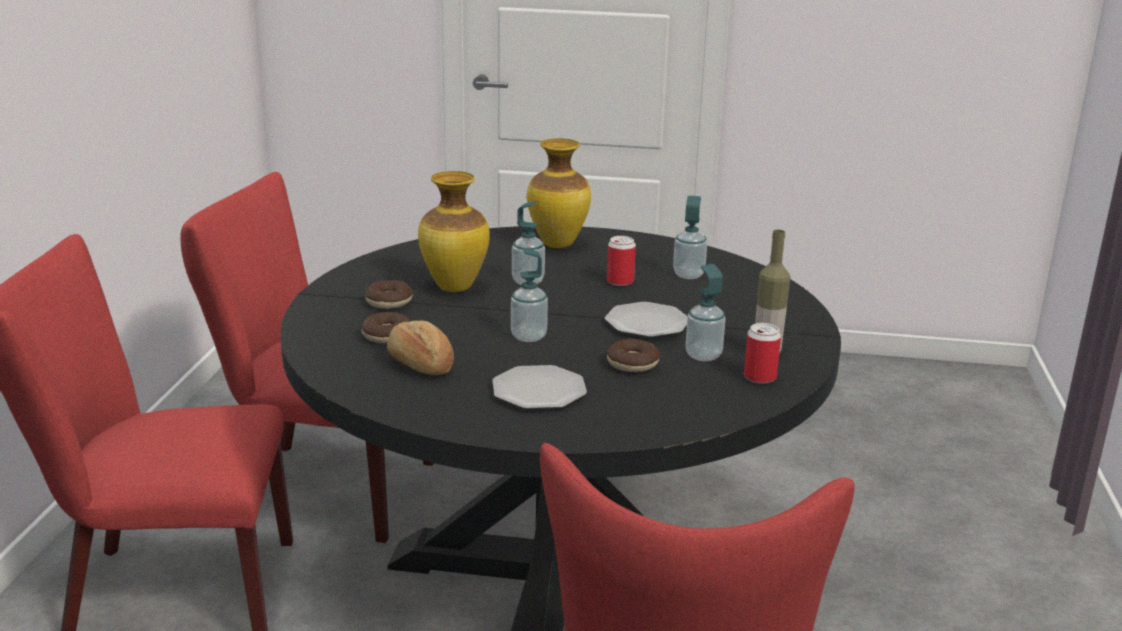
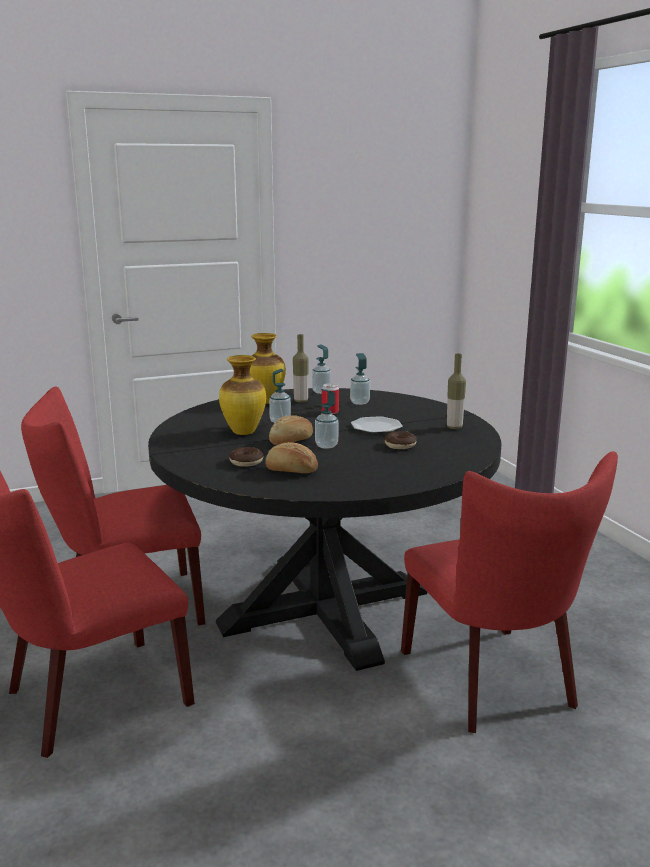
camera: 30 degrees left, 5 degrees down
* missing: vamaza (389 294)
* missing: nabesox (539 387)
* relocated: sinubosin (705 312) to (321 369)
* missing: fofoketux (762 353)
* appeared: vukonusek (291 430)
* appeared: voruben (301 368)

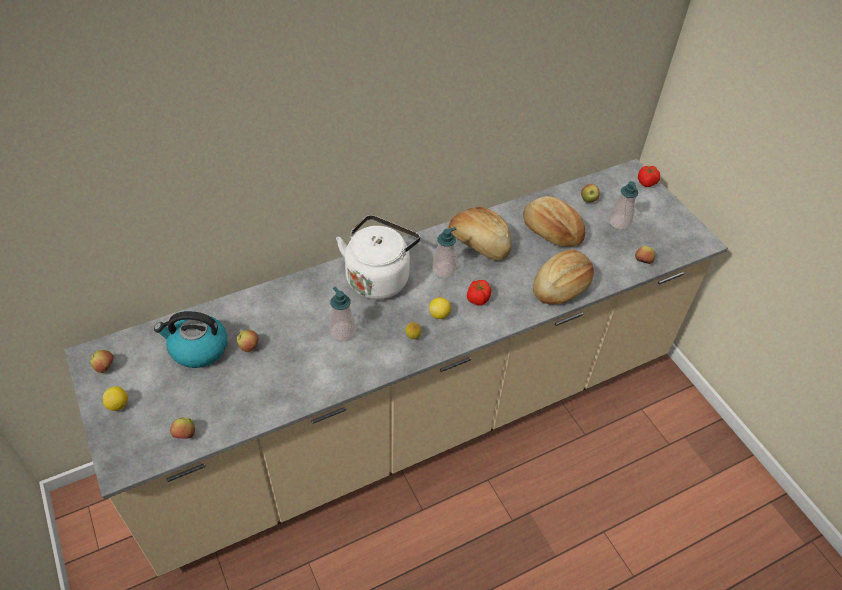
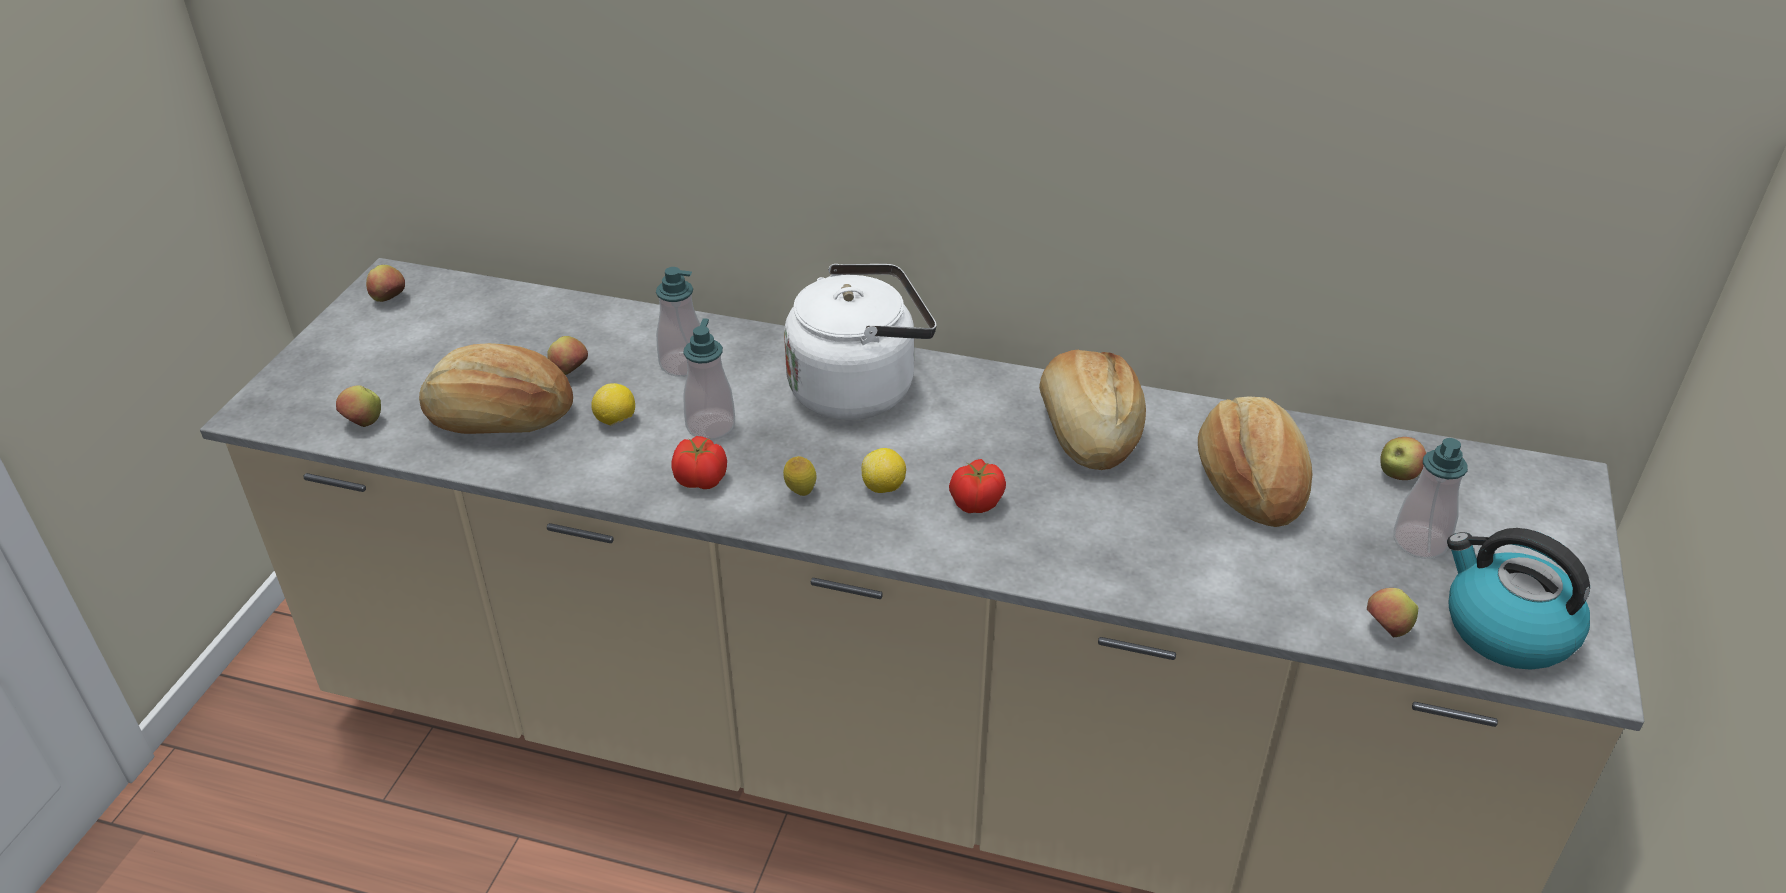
camera: 45 degrees right, 10 degrees down
* relocated: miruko (115 399) to (613 404)
* relocated: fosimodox (190 339) to (1518 599)
* relocated: sinubosin (444 252) to (678 322)
* relocated: vukonusek (563 277) to (496 388)
* relocated: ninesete (649 176) to (699 462)

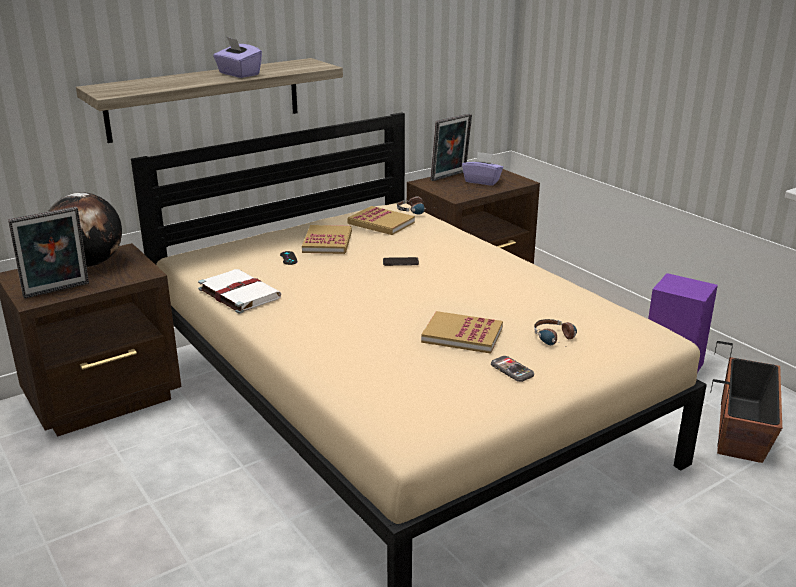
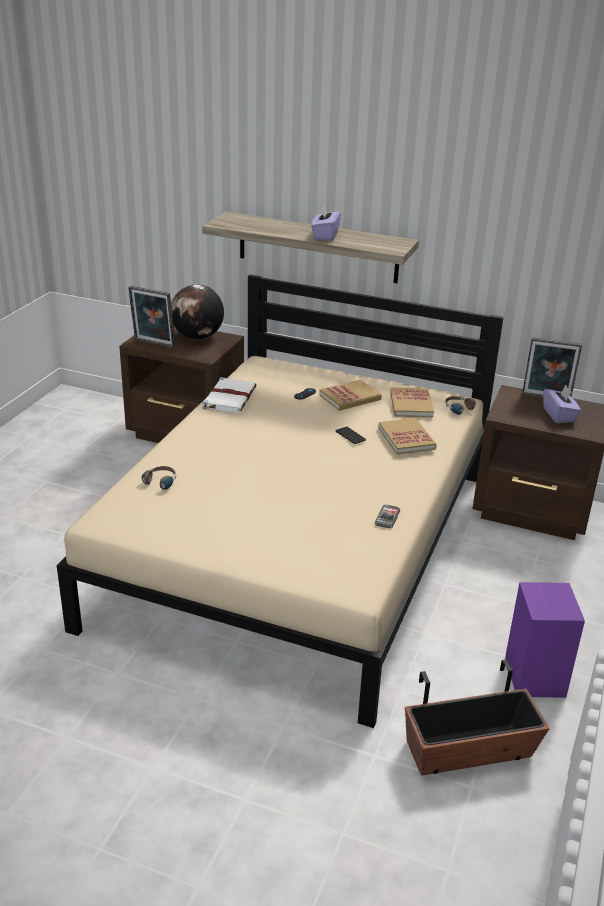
camera: 55 degrees right, 5 degrees up
* relocated: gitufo (462 332) to (407 436)
* relocated: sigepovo (512 369) to (387 516)
* relocated: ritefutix (555 332) to (159 478)

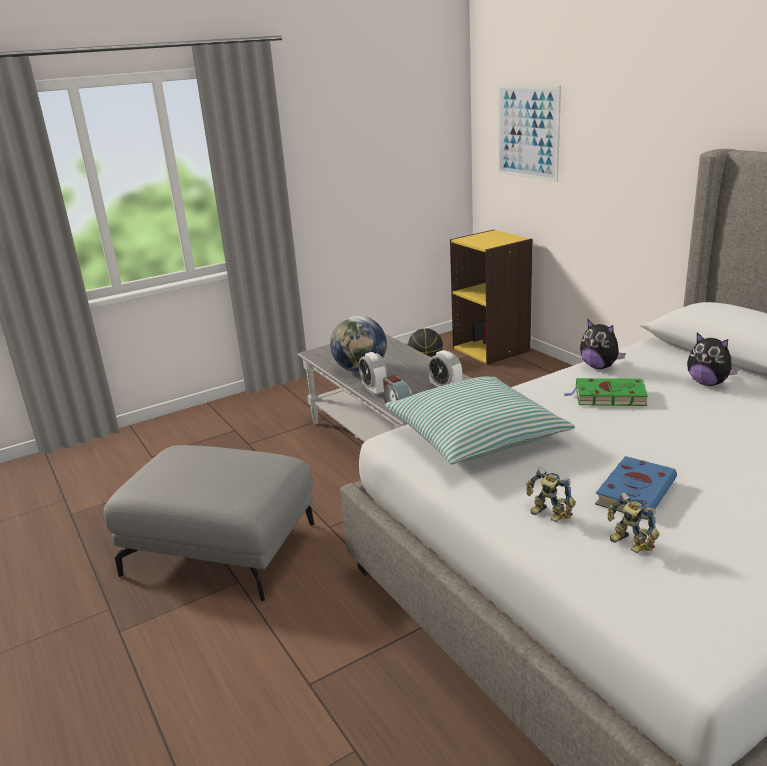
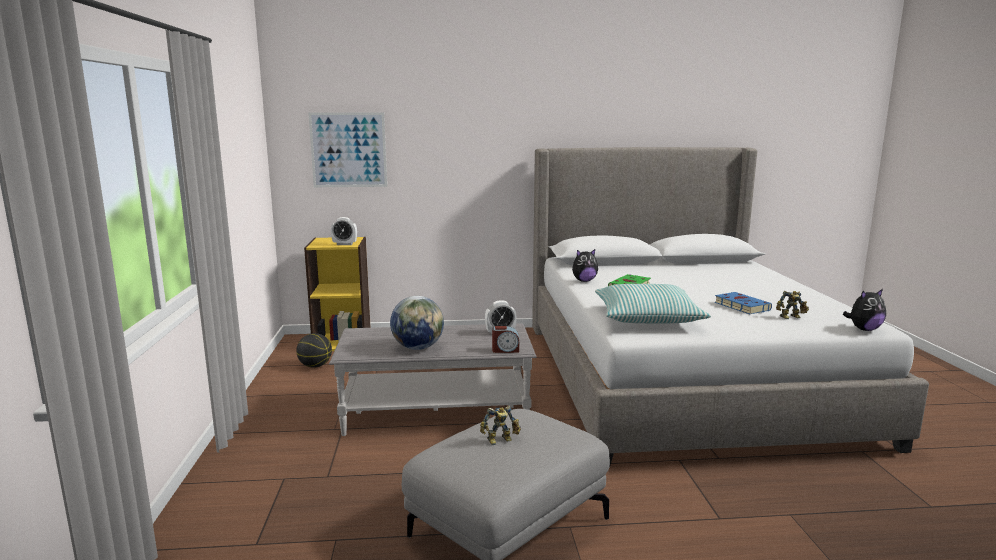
camera: 65 degrees left, 10 degrees down
* relocated: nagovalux (373 374) to (344 231)
* relocated: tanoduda (551 494) to (500 425)
* relocated: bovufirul (713 359) to (864 310)

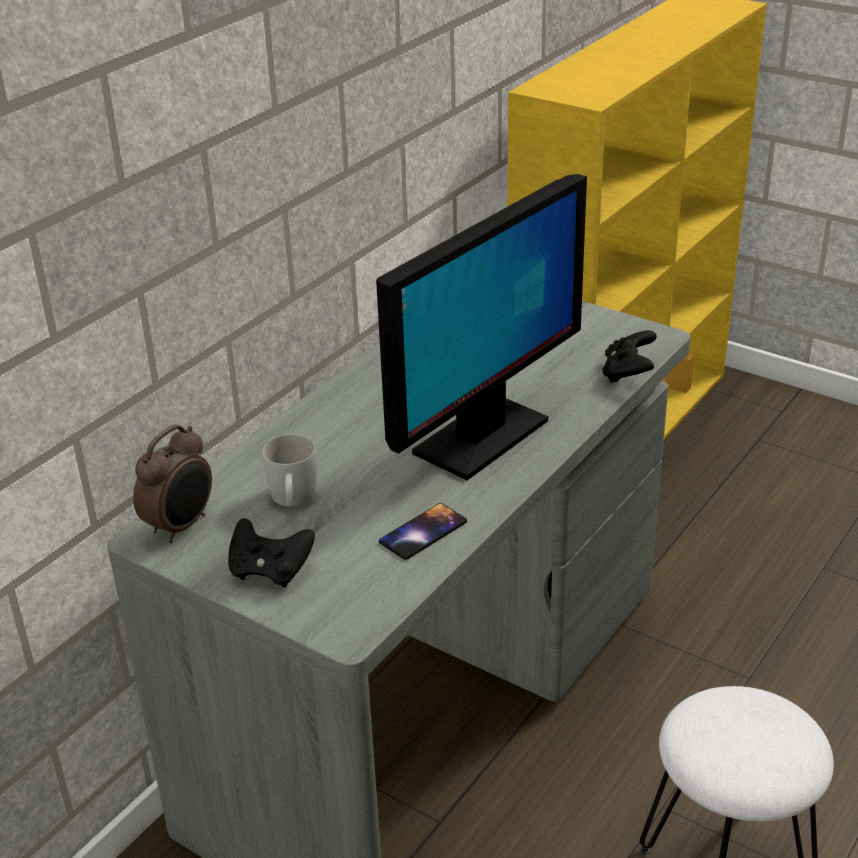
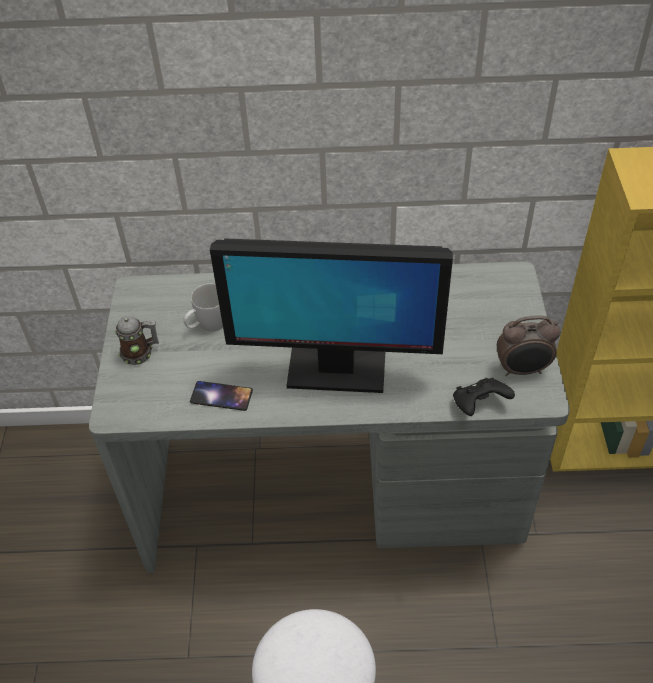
camera: 55 degrees right, 15 degrees up
* relocated: nagovalux (172 483) to (528 345)
* exchanged: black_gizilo (271 553) to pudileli (137 340)

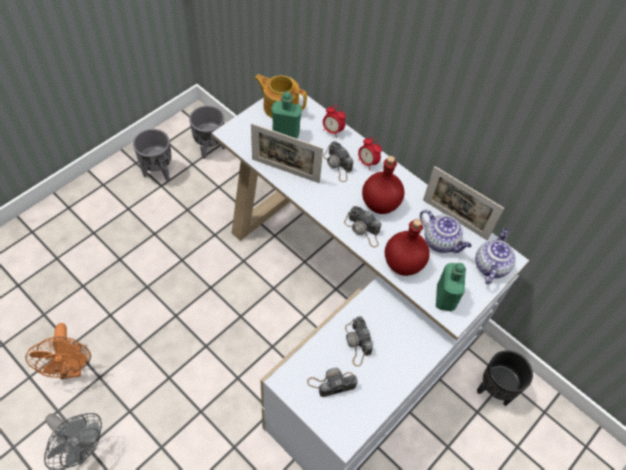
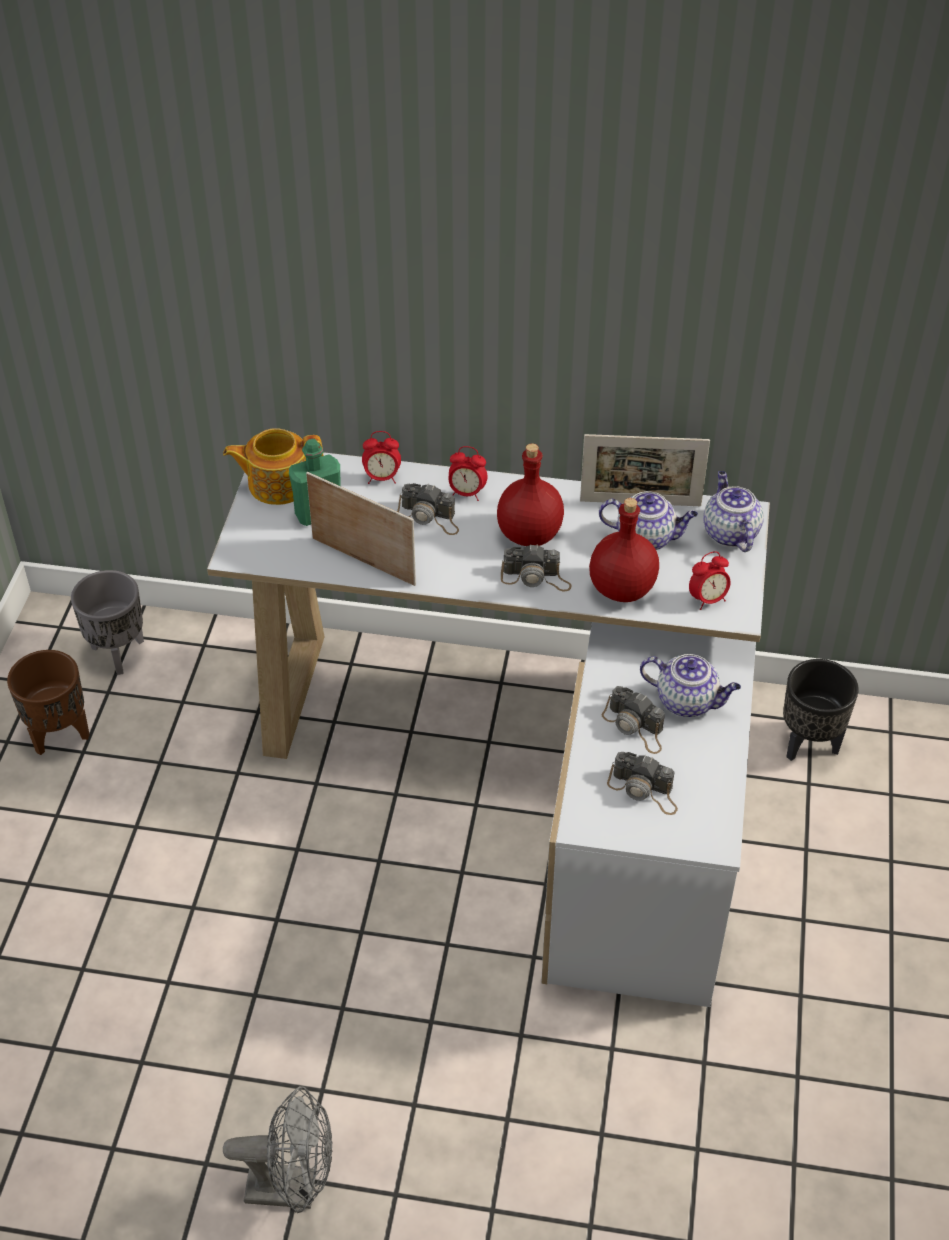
camera: 30 degrees left, 10 degrees down
* missing: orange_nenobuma (58 351)
* colour: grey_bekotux (152 155) to brown_bekotux (48 702)
* spun: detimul (287 153) = (361 529) 135 degrees counterclockwise
* spun: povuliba (332 382) = (642 783) 105 degrees counterclockwise
* exchanged: green_voruben (451 287) to nagovalux (710 580)
* appeared: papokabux (690 685)

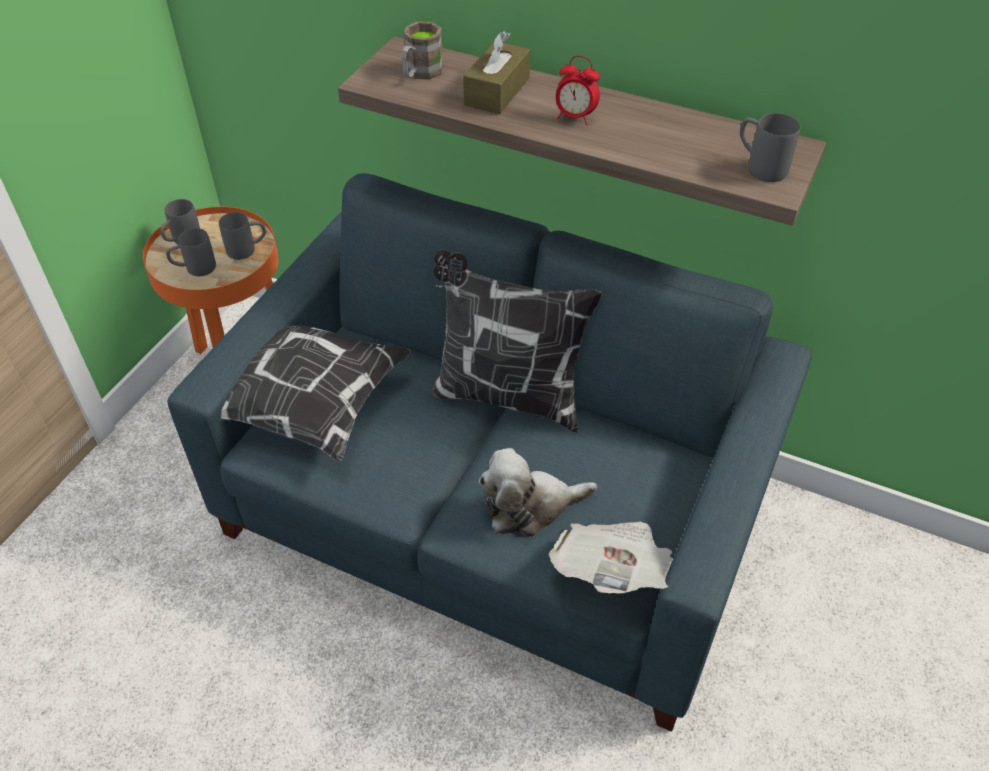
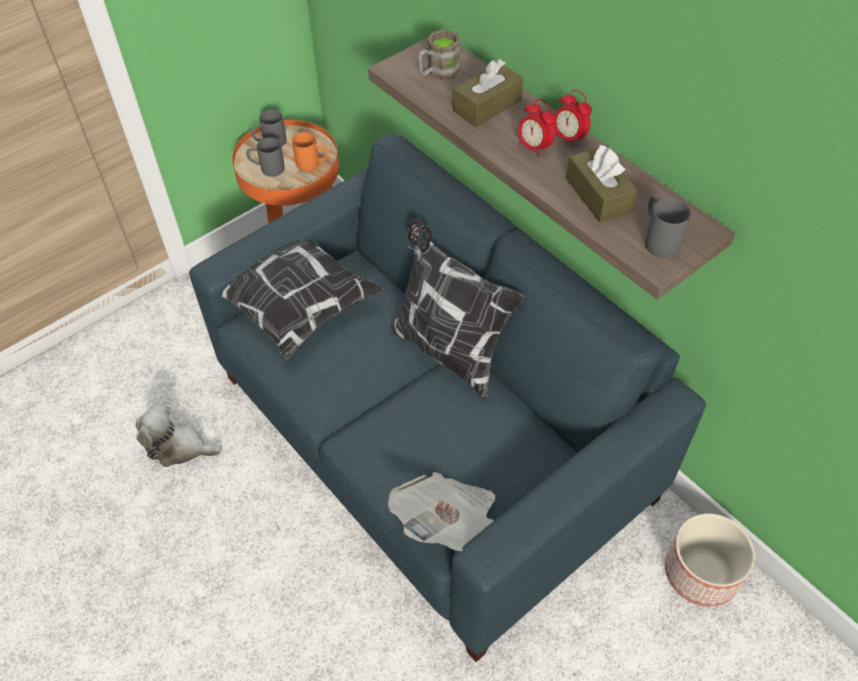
camera: 25 degrees right, 5 degrees up
* colour: grey_pudileli (242 236) to orange_pudileli (310 152)
* relocated: bovufirul (537 492) to (179 436)
* appeared: nagovalux (573 119)
* appeared: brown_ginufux (601 184)
* appeared: bekotux (710 560)

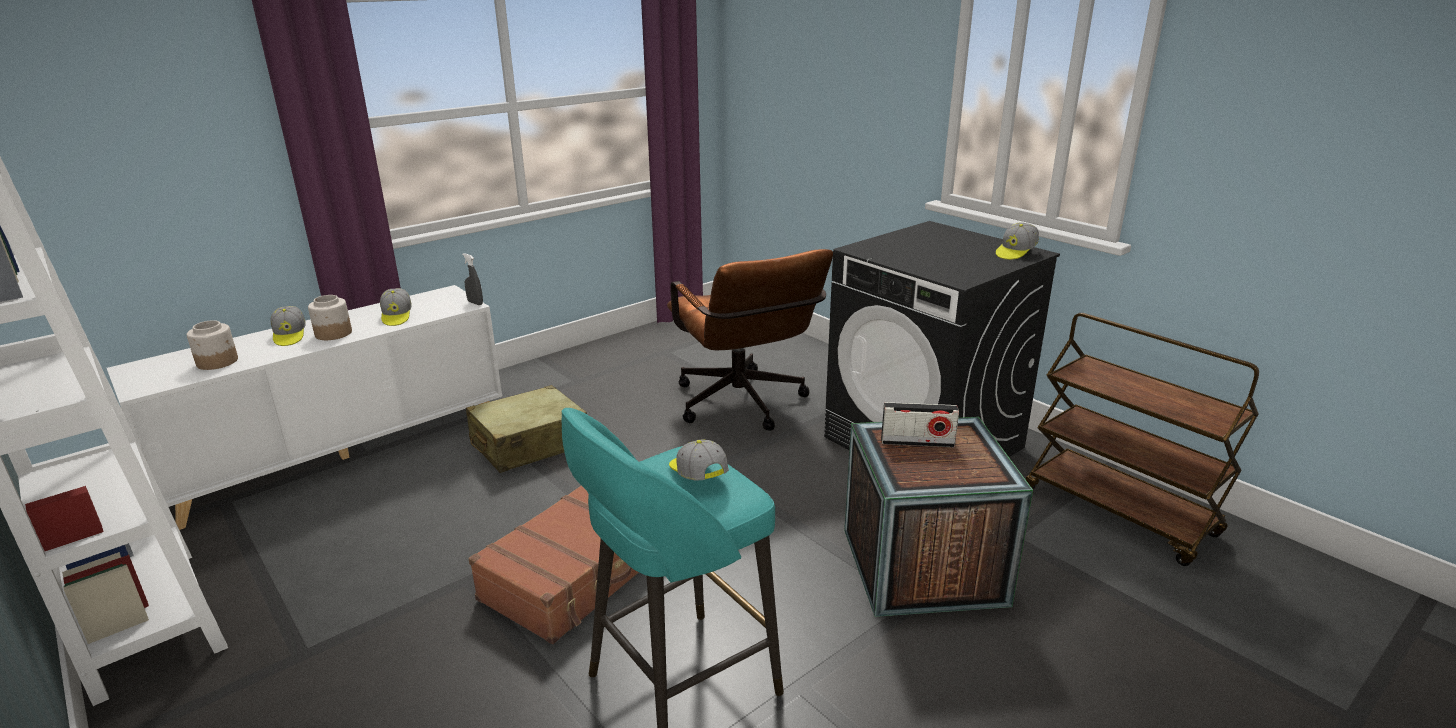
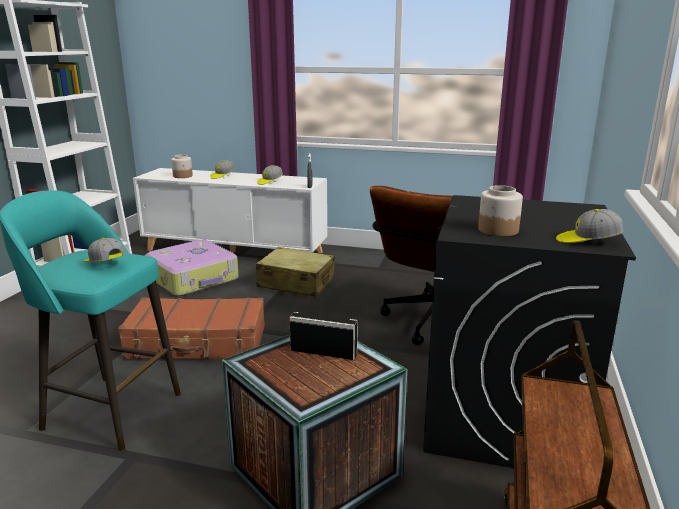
camera: 55 degrees right, 5 degrees down
* relocated: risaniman (330 317) to (500 211)
* spun: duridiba (699 460) = (105 249) 75 degrees counterclockwise
* spun: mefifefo (920 424) = (323 336) 135 degrees clockwise
* appeared: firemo (192 267)

